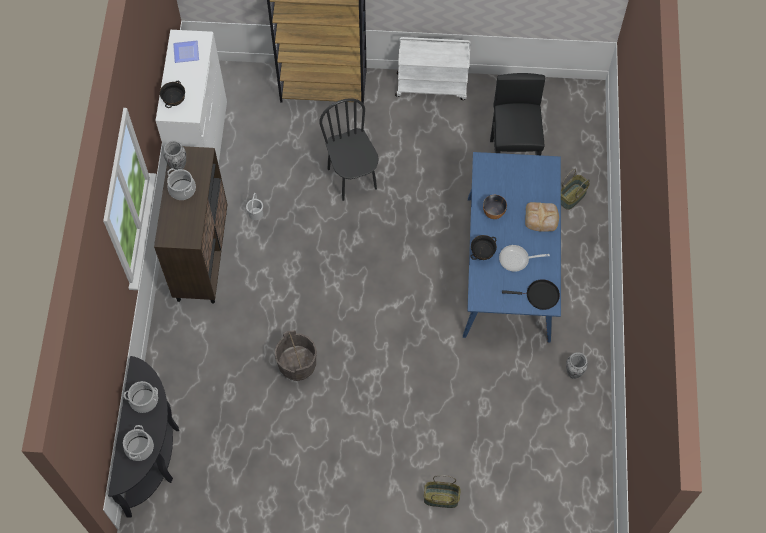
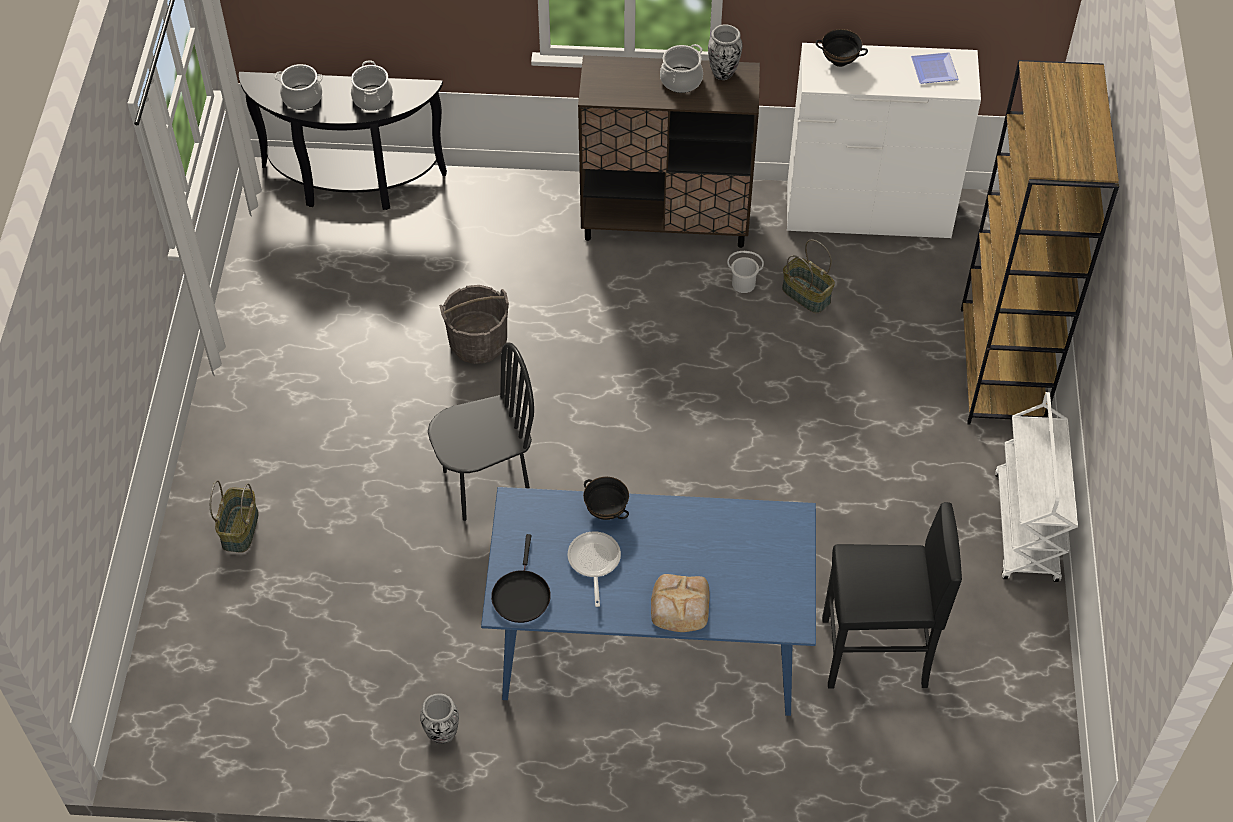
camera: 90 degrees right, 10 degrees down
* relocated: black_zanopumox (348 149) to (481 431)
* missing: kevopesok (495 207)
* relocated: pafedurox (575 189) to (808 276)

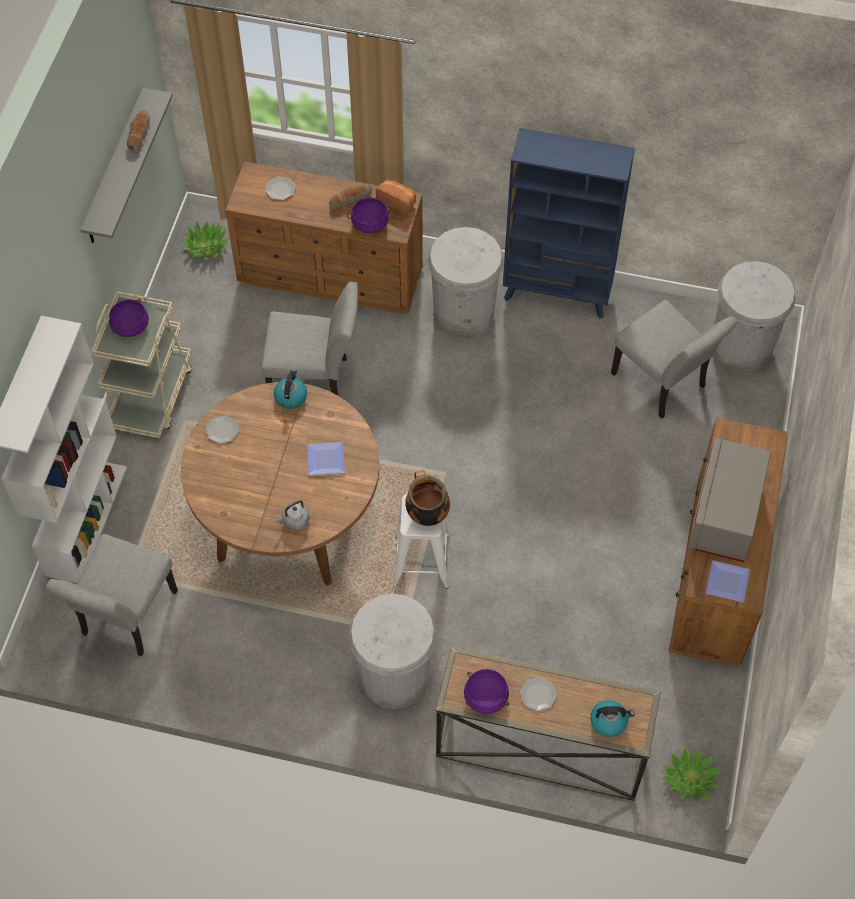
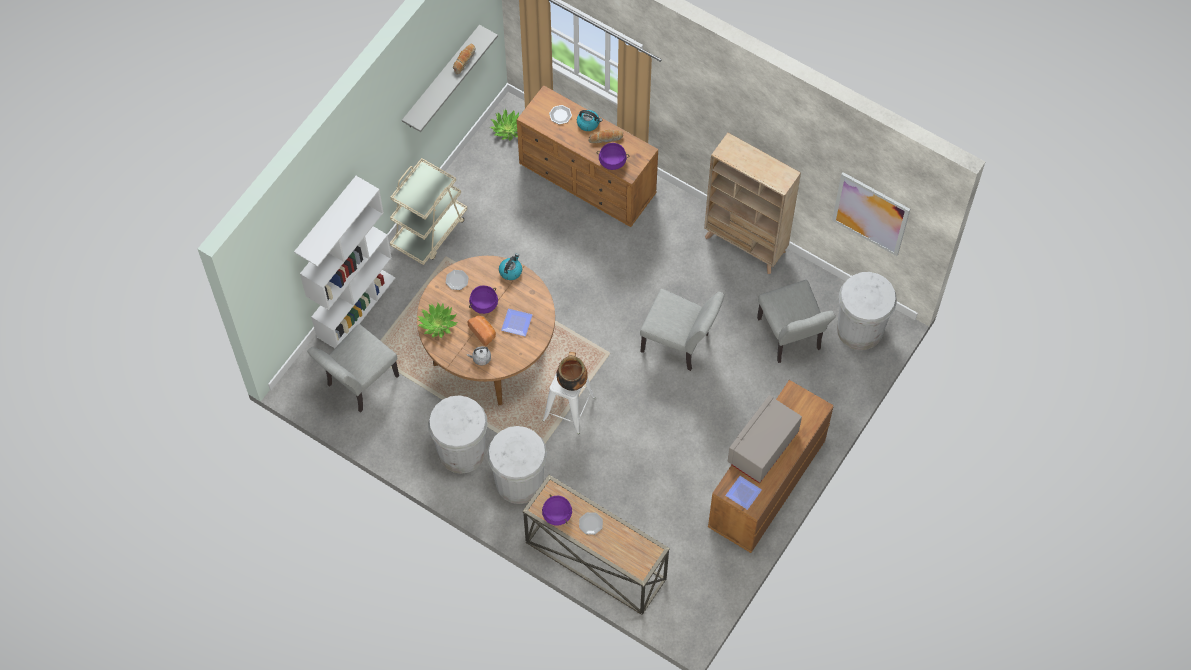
camera: 20 degrees right, 5 degrees up
* relocated: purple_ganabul (129 318) to (483 299)
* relocated: grey_zanopumox (310 339) to (682 330)
* relocated: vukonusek (396 197) to (482 330)
* relocated: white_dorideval (465 283) to (458 434)
* colour: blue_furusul (569 223) to beige_furusul (752 203)
* relocated: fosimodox (613 718) to (589 120)
* relocated: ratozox (692 775) to (437 320)
* appeared: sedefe (871 214)

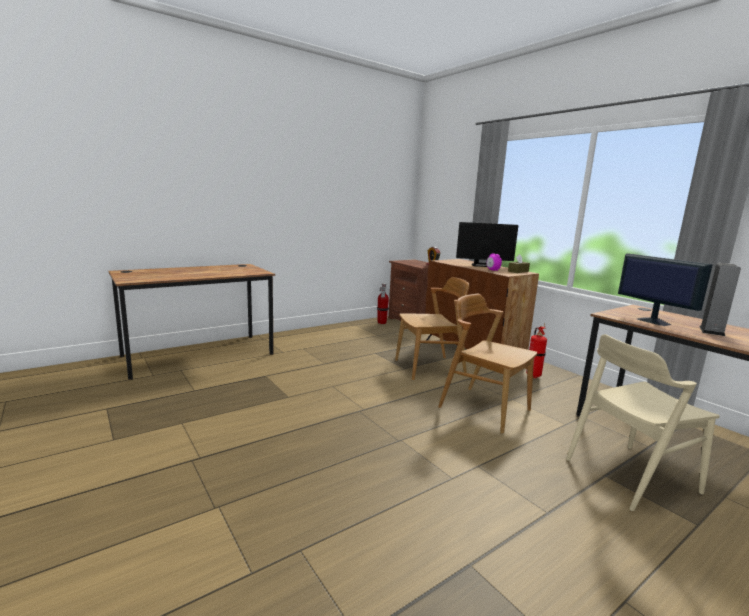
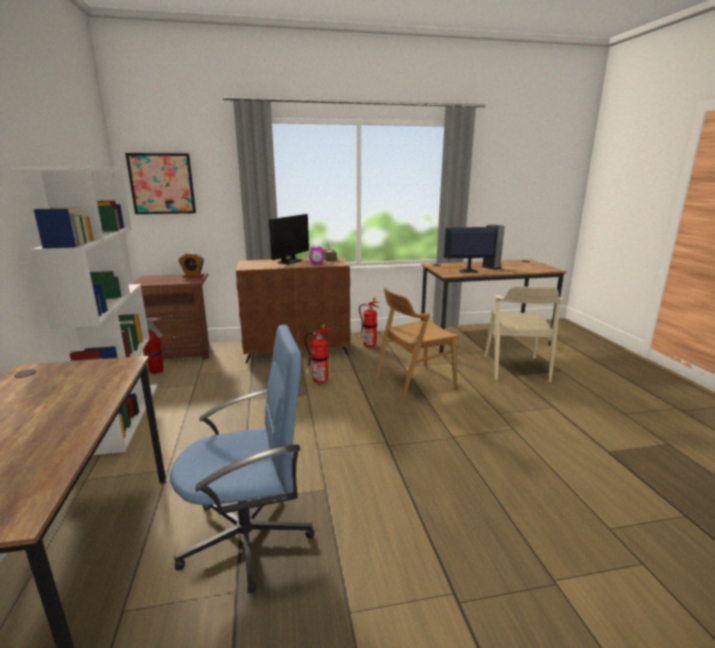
camera: 65 degrees left, 5 degrees up
* exchanged: brown_zanopumox (432 329) to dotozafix (317 354)
* appeared: white_furusul (84 311)
* appeared: sedefe (160 183)
* appeared: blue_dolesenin (242 459)

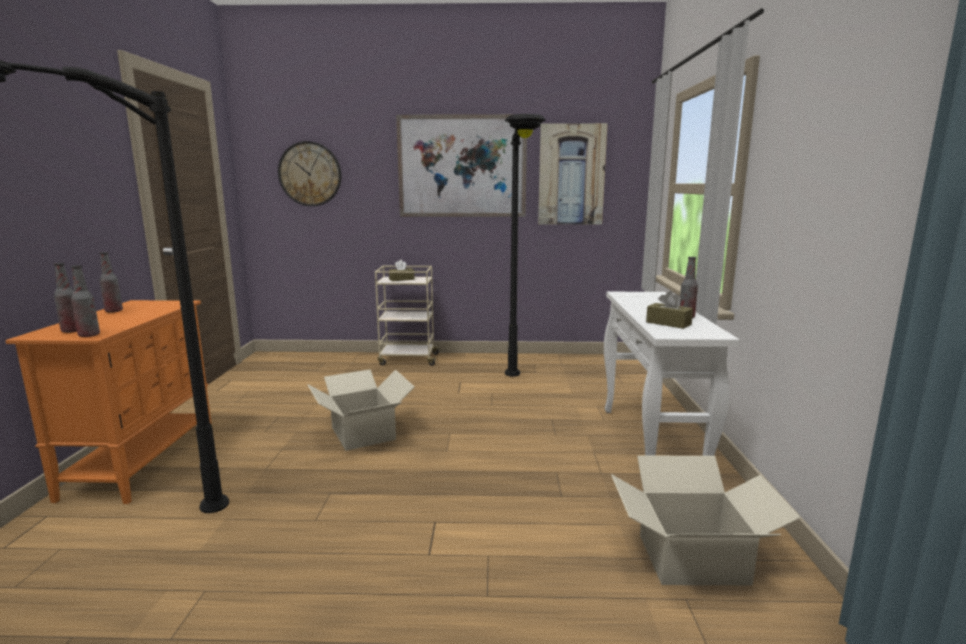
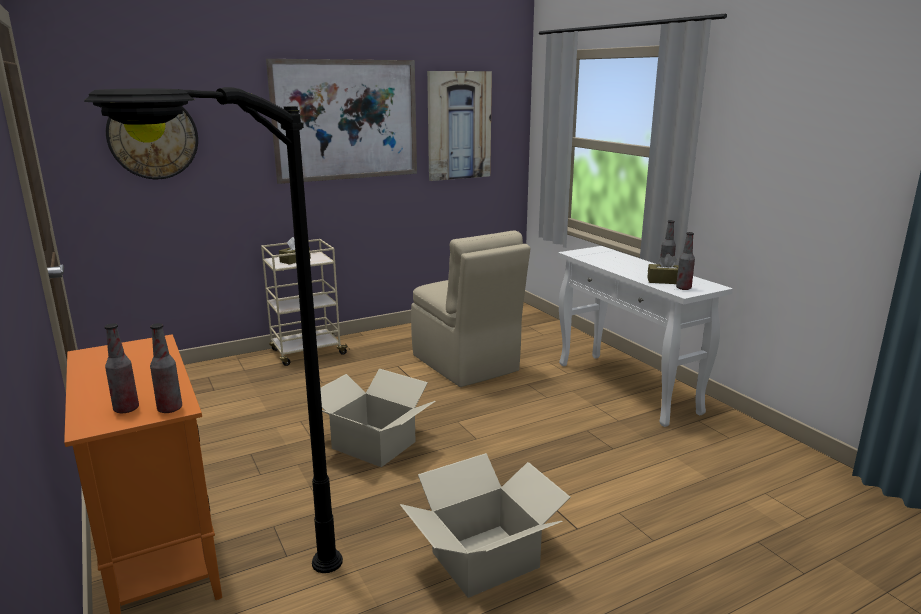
camera: 30 degrees left, 5 degrees up
* relocated: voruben (111 282) to (685 261)
* exchanged: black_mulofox (525 245) to beige_zanopumox (470 308)
* relocated: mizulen (706 520) to (485 525)

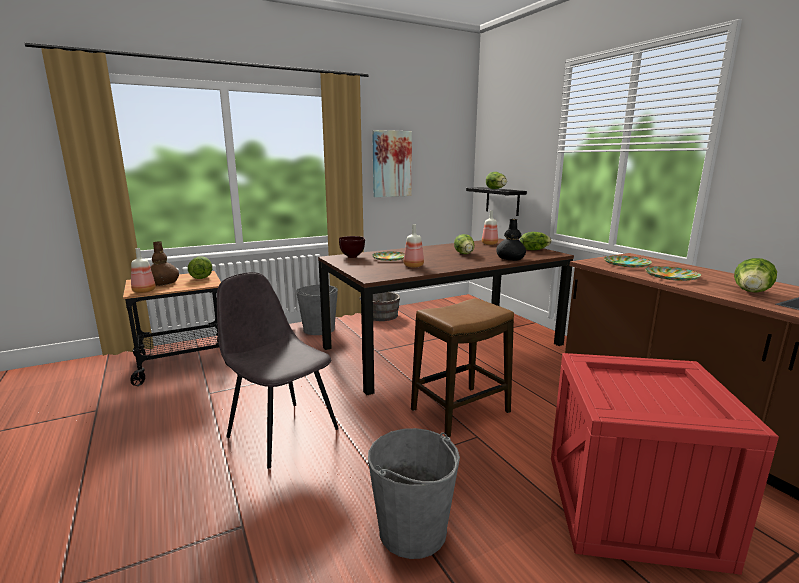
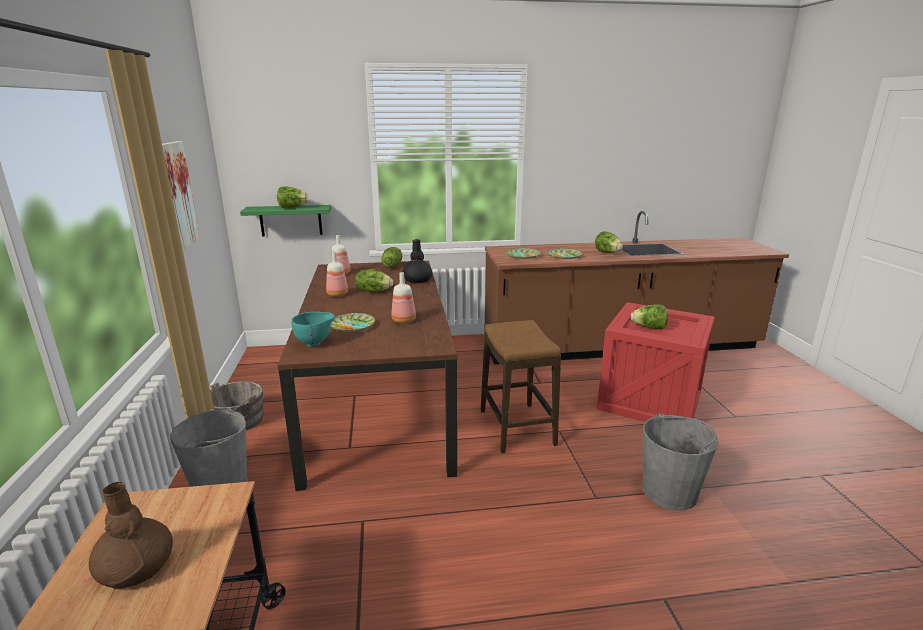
camera: 70 degrees left, 5 degrees up
* relocated: voruben (143 270) to (337 274)
* relocated: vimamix (200 268) to (649 316)
* missing: grey_zanopumox (278 370)
* colour: brown_kevopesok (352 247) to turquoise_kevopesok (313 329)
* colour: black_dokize (496 201) to green_dokize (286 220)

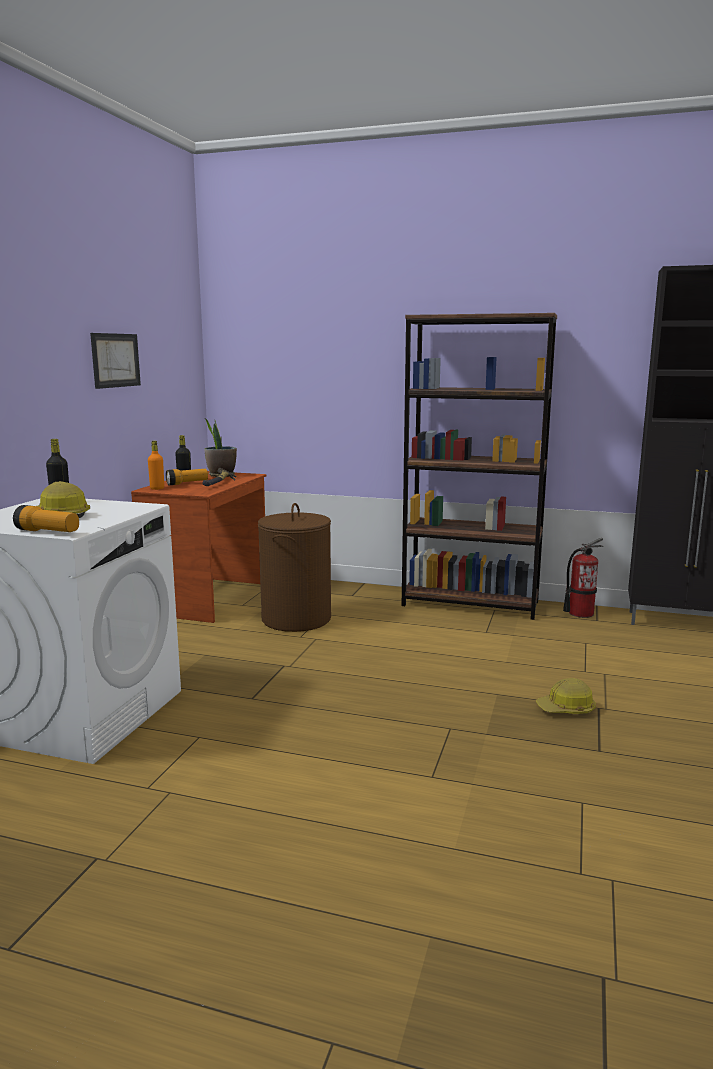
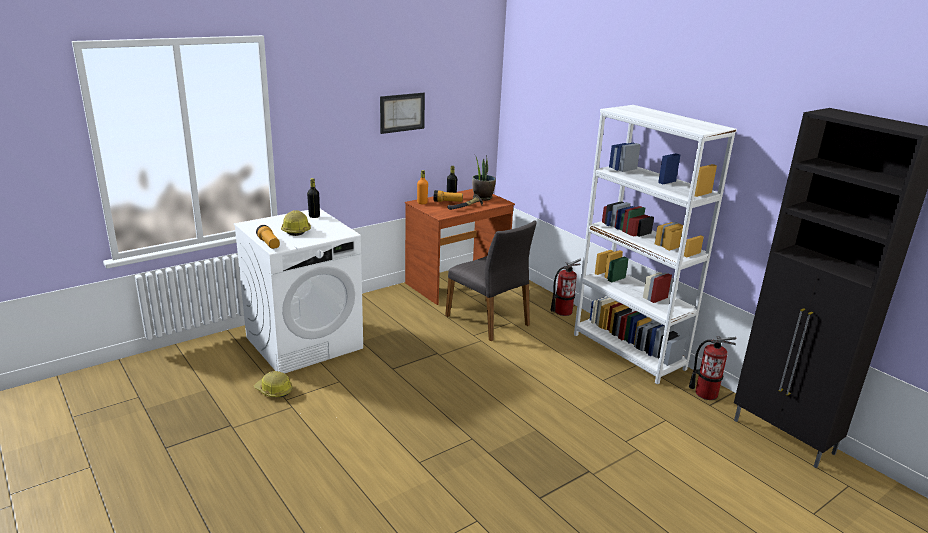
camera: 35 degrees right, 10 degrees up
* exchanged: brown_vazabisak (294 567) to grey_zanopumox (491 281)
* colour: brown_furusul (479 466) to white_furusul (655 244)
* relocated: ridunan (566 696) to (273 384)
* appeared: dotozafix (565 287)

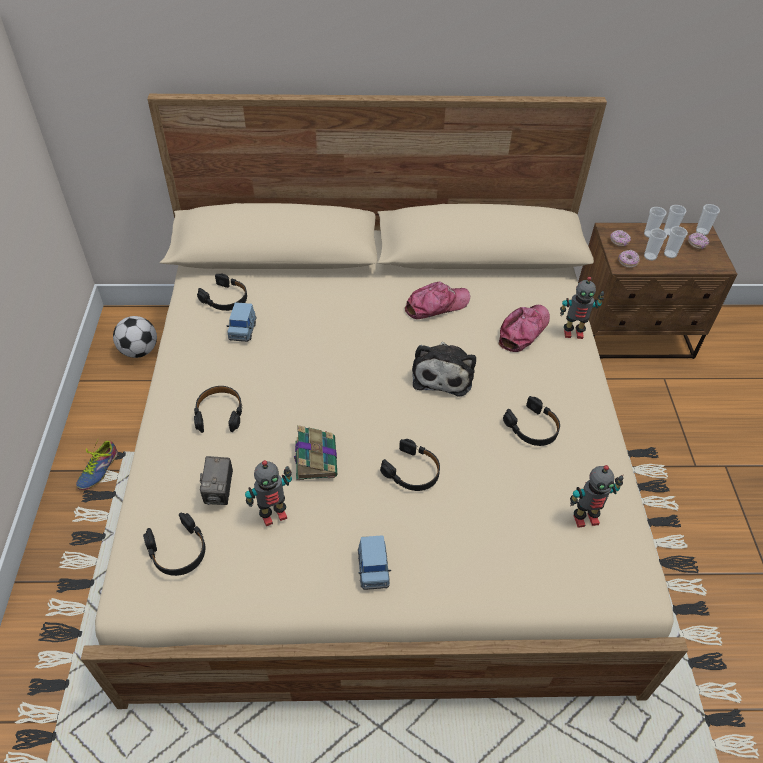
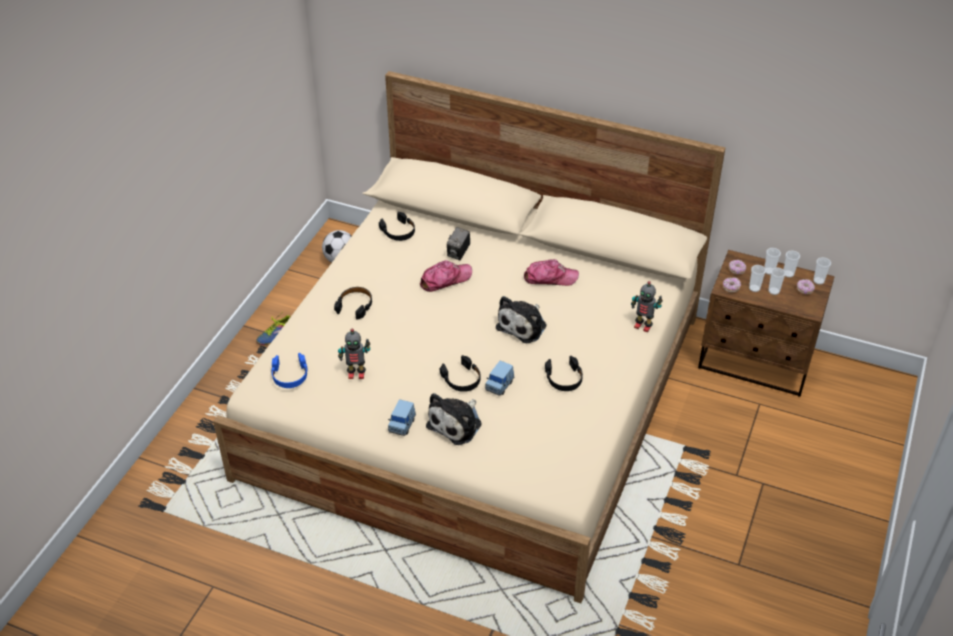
camera: 25 degrees right, 5 degrees down
* colour: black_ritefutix (174 544) to blue_ritefutix (289 370)
* relocated: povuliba (216 480) to (458 243)
* relocated: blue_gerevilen (241 322) to (499 378)
* missing: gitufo (315 452)
* relocated: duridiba (524 328) to (446 276)
* missing: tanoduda (596 496)
* appeared: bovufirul (454 419)

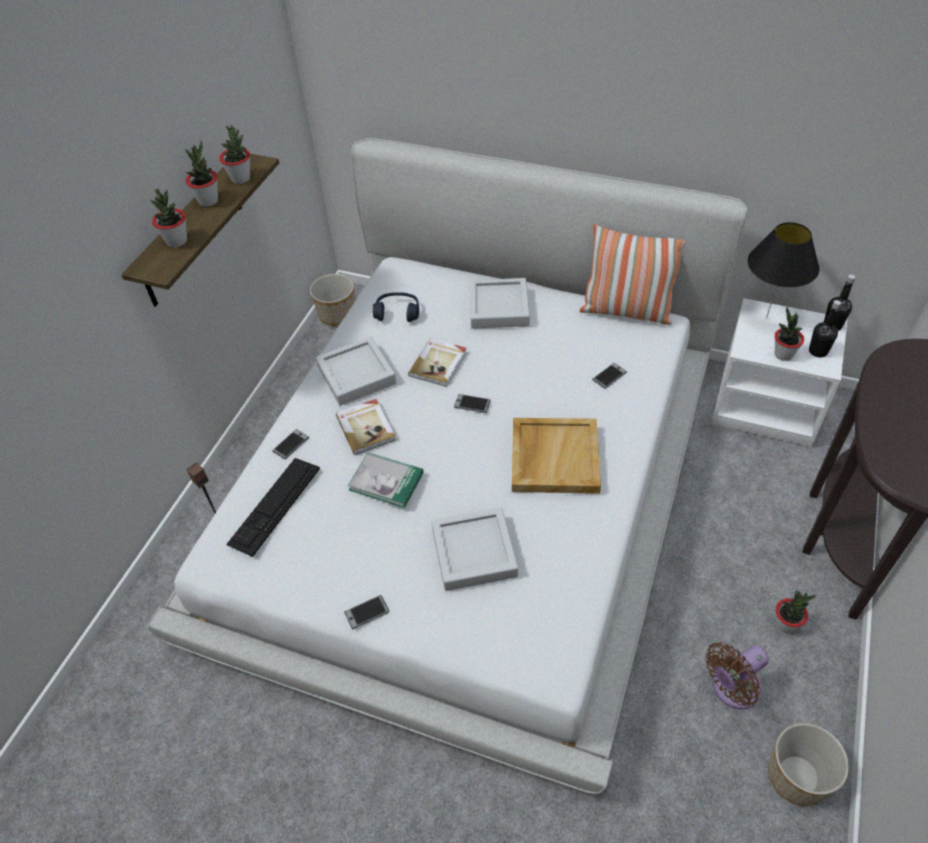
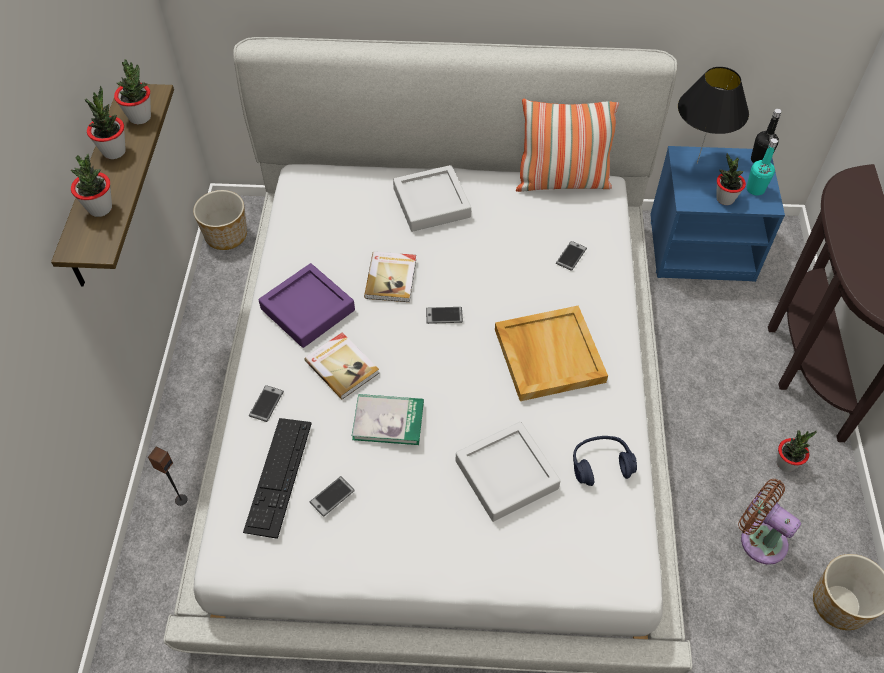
camera: 20 degrees left, 5 degrees up
* colour: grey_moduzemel (356 371) to purple_moduzemel (307 305)
* relocated: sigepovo (366 612) to (332 496)
* relocated: blue_ritefutix (396 307) to (605 461)
* spun: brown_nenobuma (737 676) = (769 522) 90 degrees clockwise
* colour: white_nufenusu (780 372) to blue_nufenusu (717 214)
* colour: black_voruben (825 328) to turquoise_voruben (762 167)

